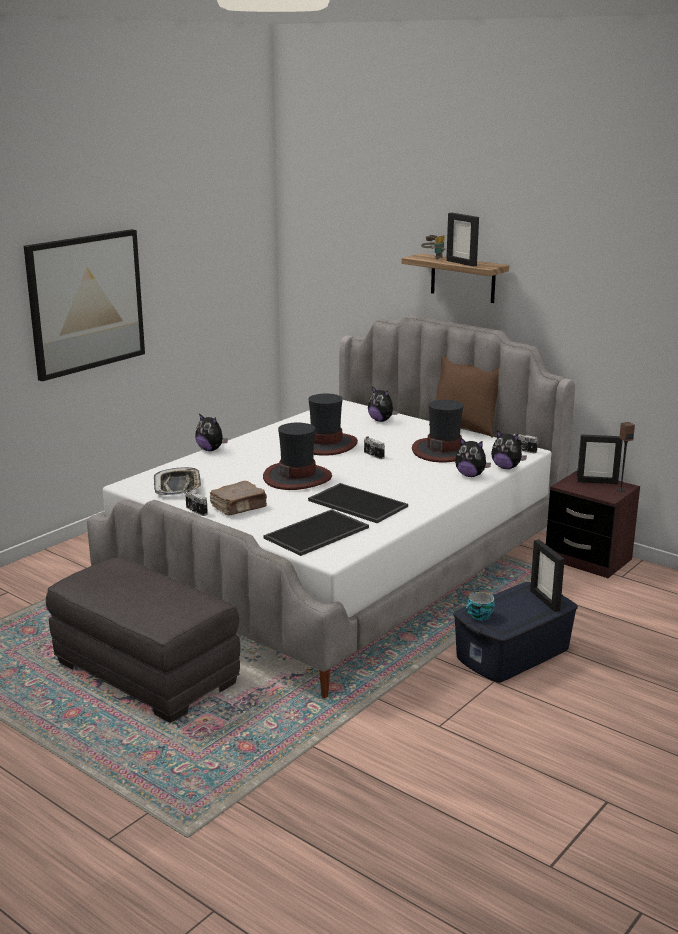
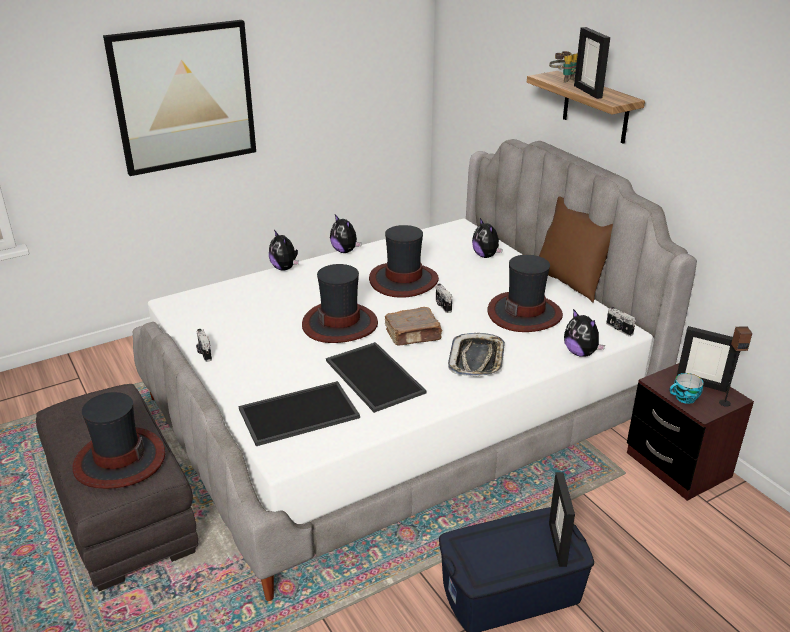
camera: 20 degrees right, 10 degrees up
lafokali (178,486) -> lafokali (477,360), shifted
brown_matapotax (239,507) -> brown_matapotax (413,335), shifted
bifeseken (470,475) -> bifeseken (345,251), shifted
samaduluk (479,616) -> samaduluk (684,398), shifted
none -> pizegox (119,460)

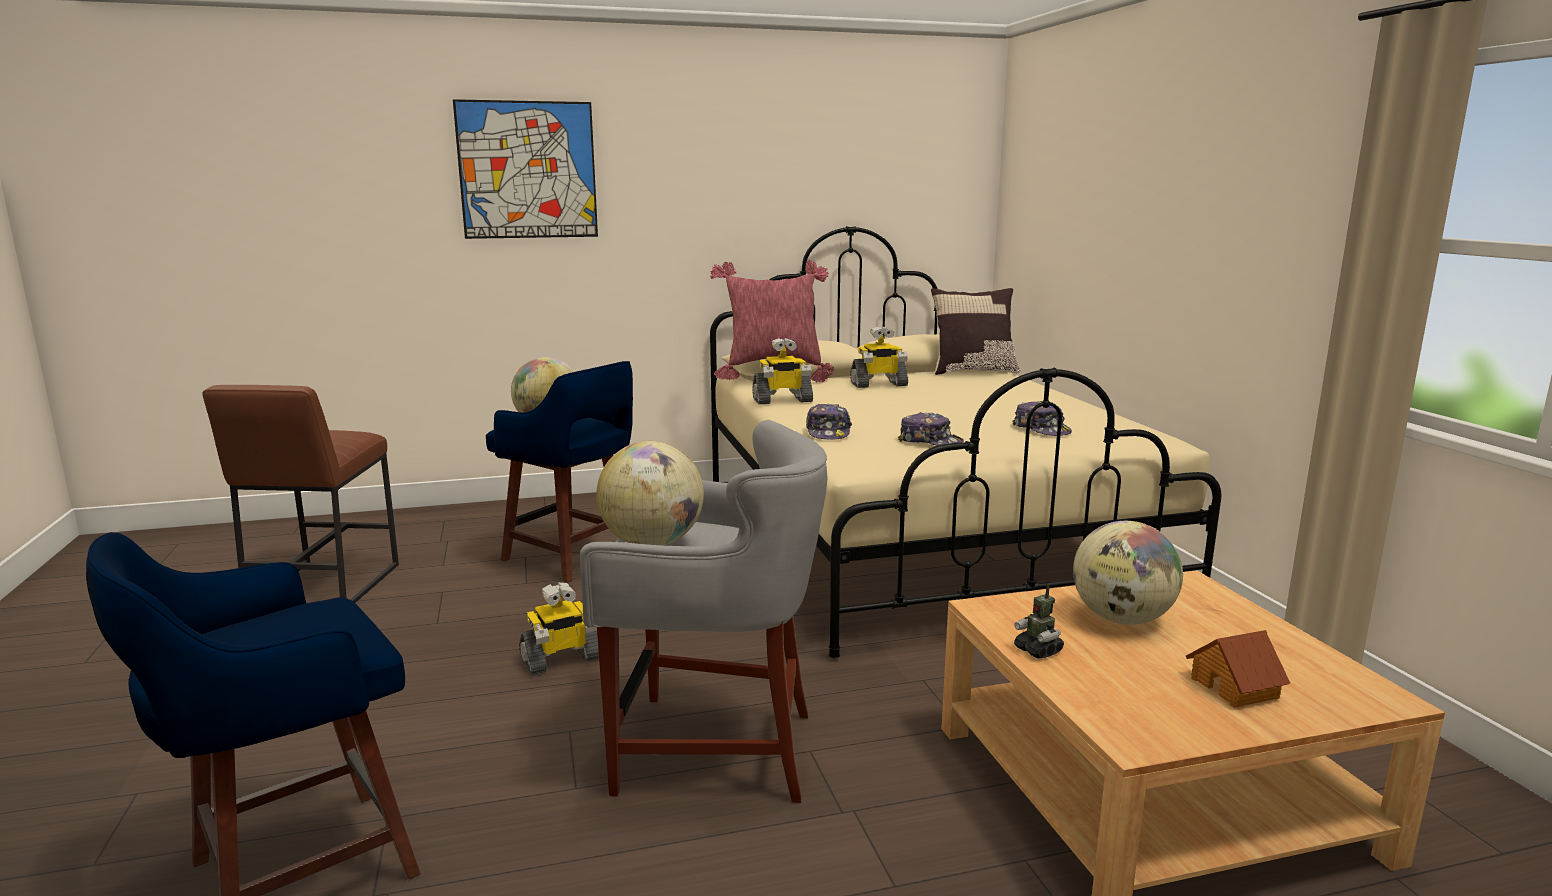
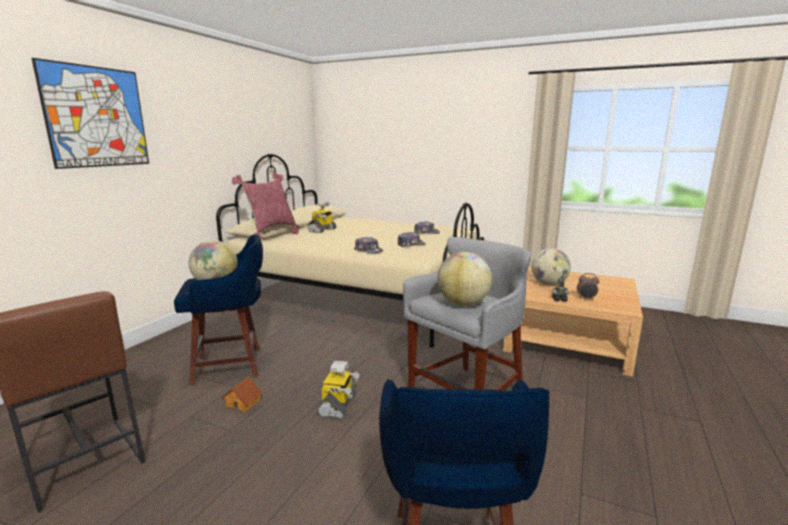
camera: 50 degrees left, 0 degrees up
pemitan (782,400) -> none
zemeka (973,371) -> none
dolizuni (1235,687) -> dolizuni (243,402), shifted
none -> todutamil (586,299)

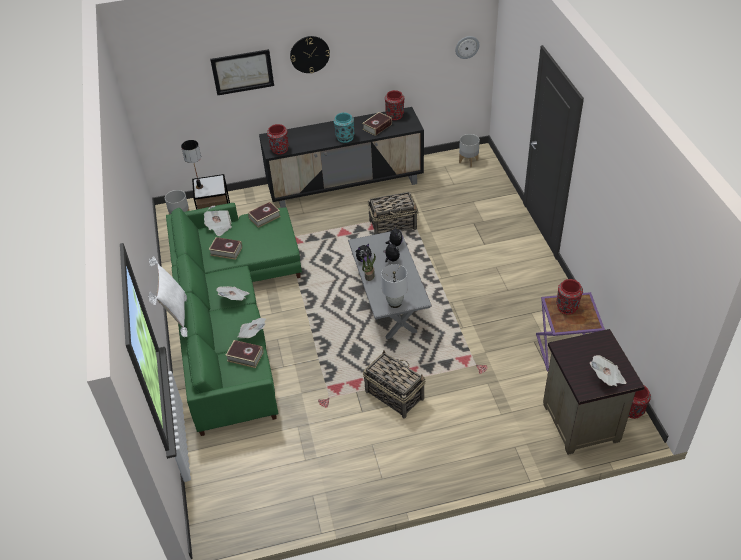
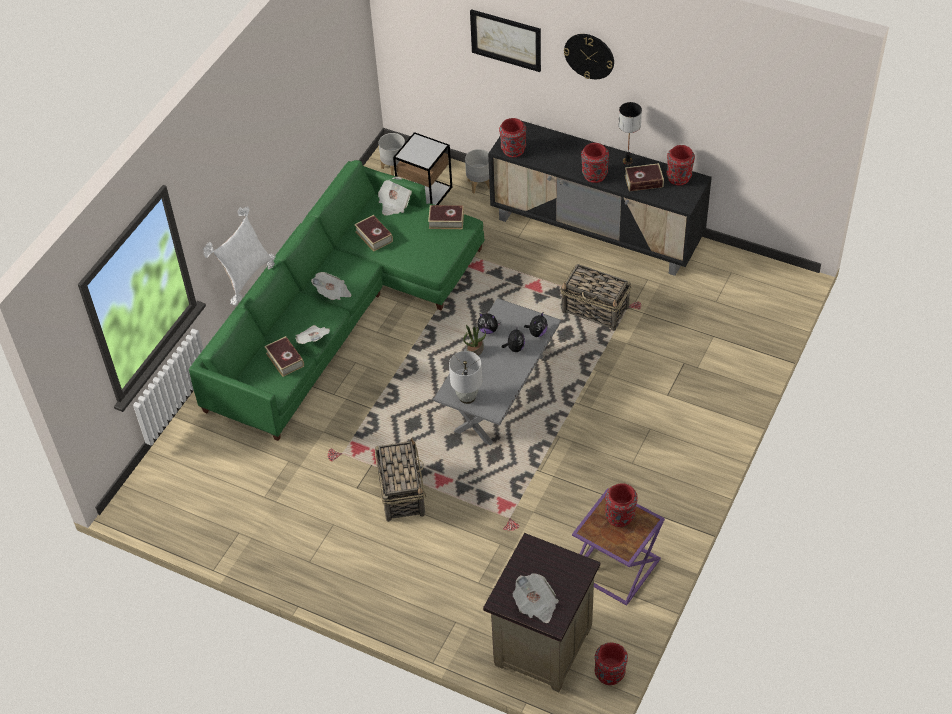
camera: 40 degrees right, 5 degrees up
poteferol (199,187) -> poteferol (627,161), shifted
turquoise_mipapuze (345,138) -> red_mipapuze (594,175)
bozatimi (467,47) -> none
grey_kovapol (468,161) -> grey_kovapol (479,185), shifted

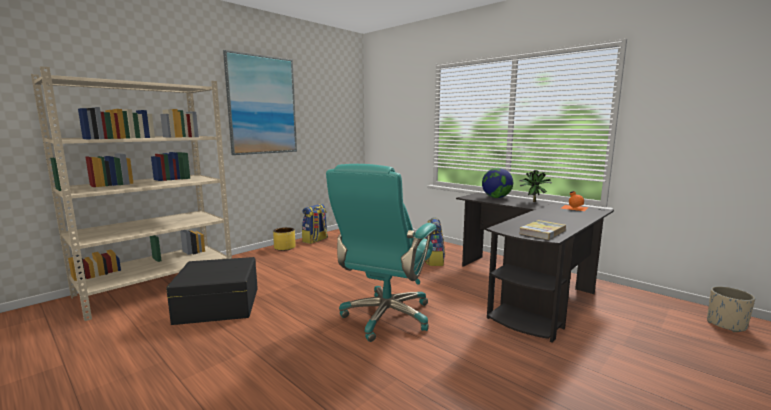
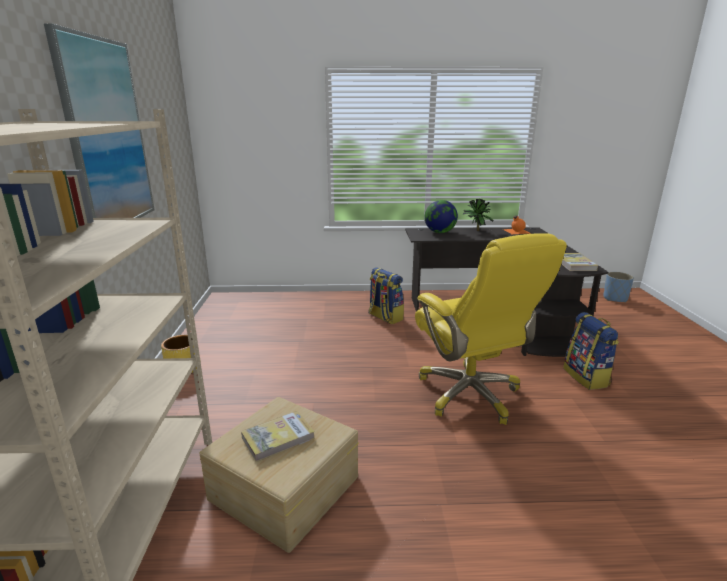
camera: 45 degrees left, 10 degrees up
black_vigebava (217,304) -> beige_vigebava (283,488)
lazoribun (315,240) -> lazoribun (587,377), shifted
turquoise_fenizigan (384,318) -> yellow_fenizigan (469,397)
beige_kovapol (726,324) -> blue_kovapol (615,299)
none -> matapotax (278,438)

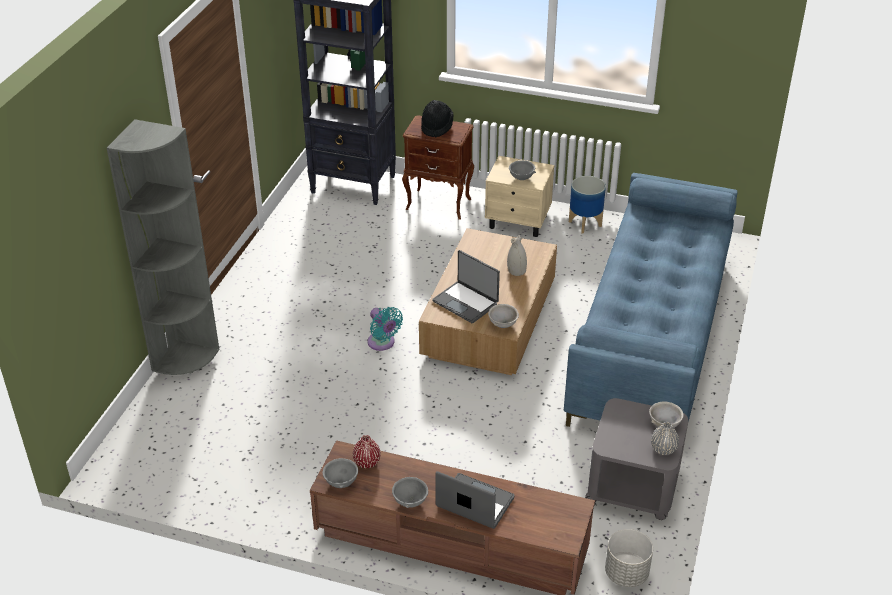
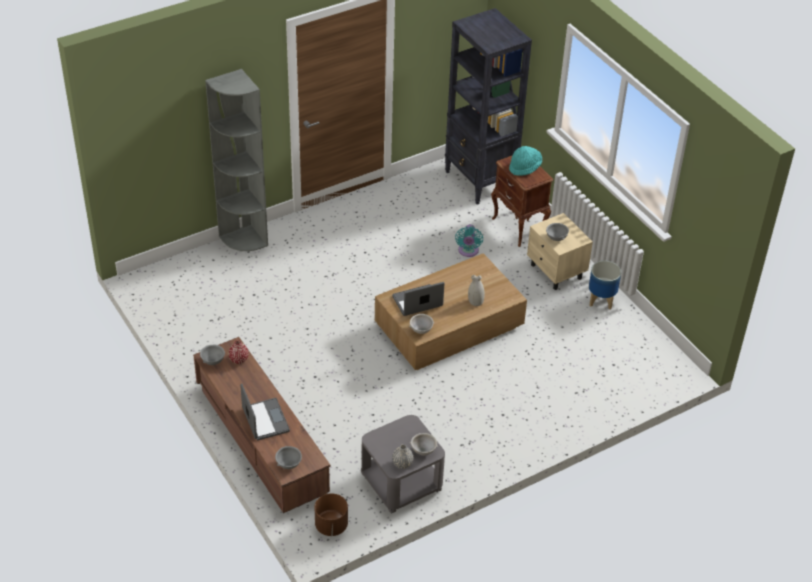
camera: 40 degrees right, 5 degrees up
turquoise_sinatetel (382,343) -> turquoise_sinatetel (468,251), shifted
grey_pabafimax (411,501) -> grey_pabafimax (289,464), shifted
black_pizegox (436,127) -> turquoise_pizegox (525,167)
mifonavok (466,302) -> mifonavok (417,302), 75 degrees clockwise
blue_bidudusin (650,338) -> none
grey_kovapol (627,573) -> brown_kovapol (331,526)

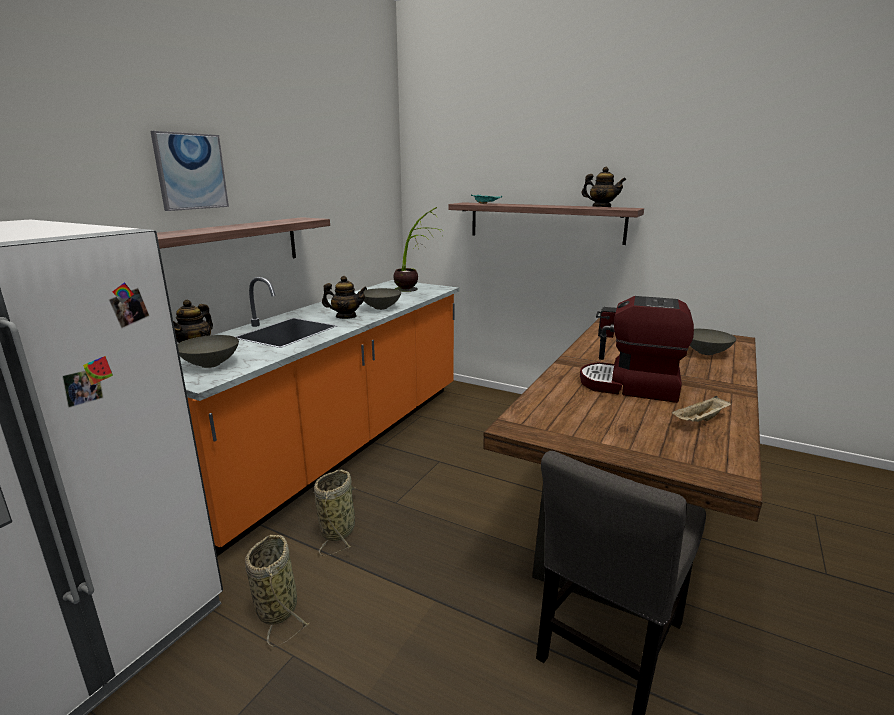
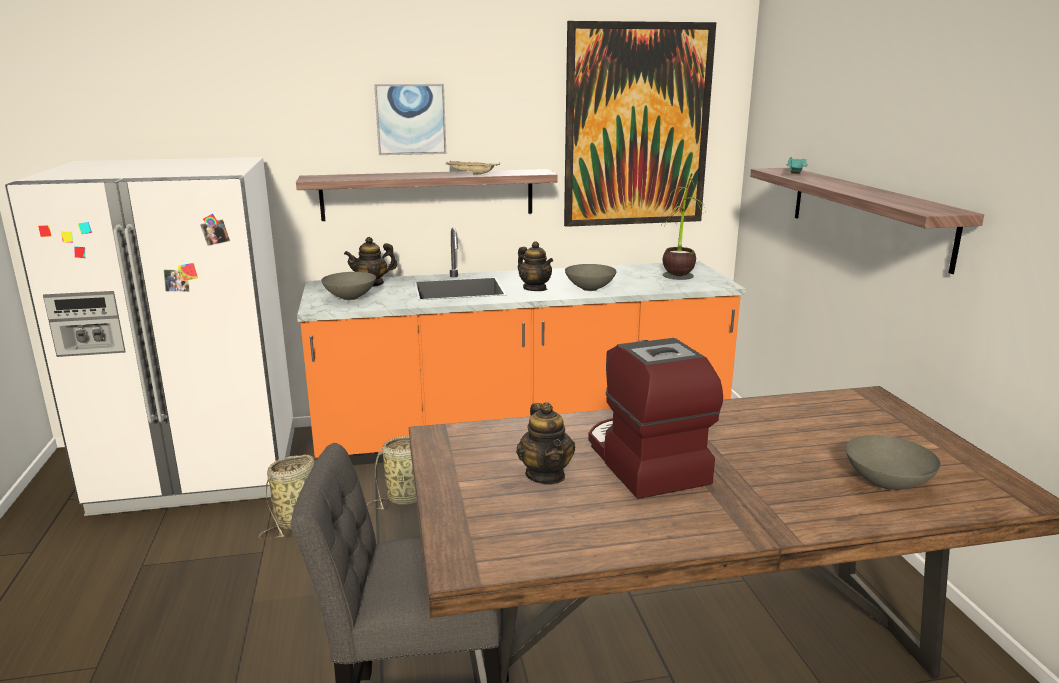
camera: 50 degrees right, 0 degrees up
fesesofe (601,207) -> fesesofe (546,475), shifted
beige_lafokali (700,421) -> beige_lafokali (471,174), shifted
none -> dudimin (637,126)

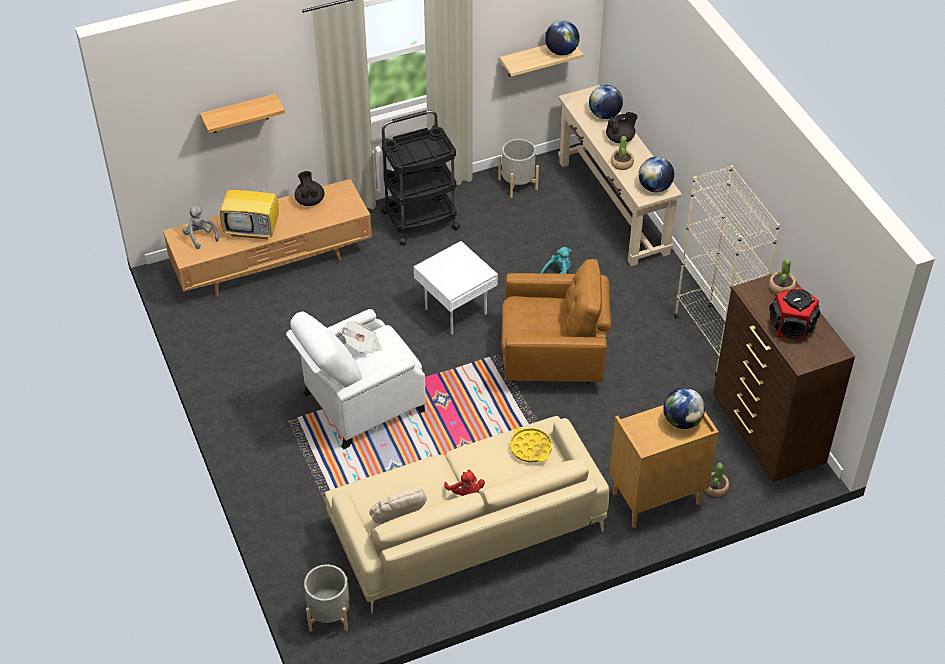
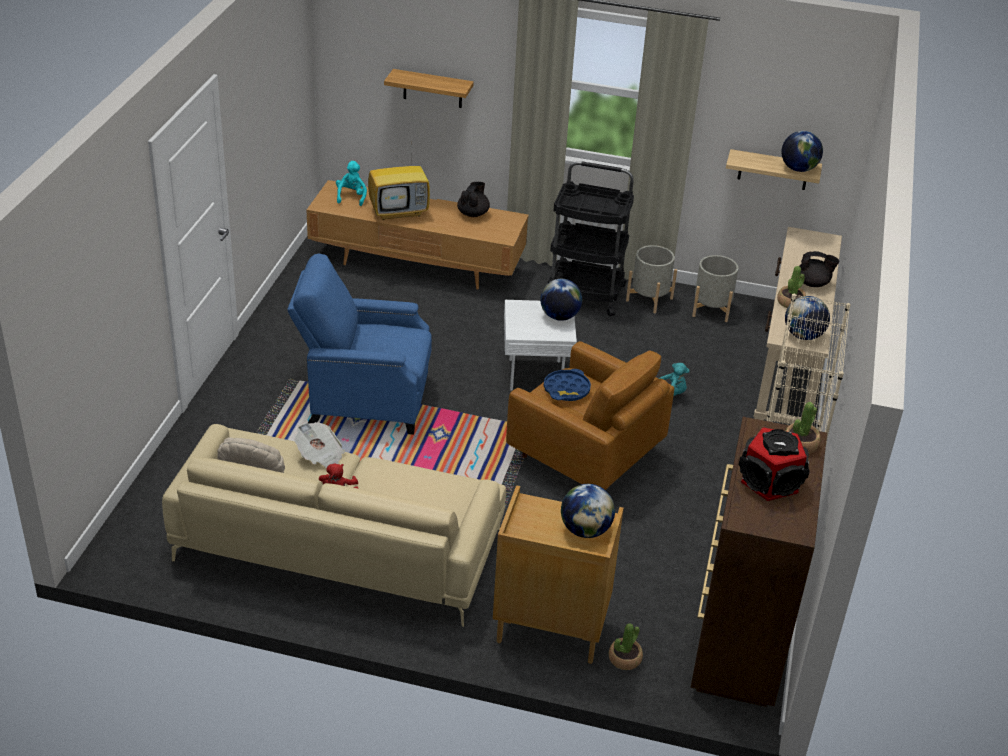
camera: 35 degrees right, 10 degrees down
grey_bifeseken (200,236) -> turquoise_bifeseken (351,197)
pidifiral (253,230) -> pidifiral (399,212), 60 degrees counterclockwise
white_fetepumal (359,404) -> blue_fetepumal (364,398)
grey_kovapol (329,614) -> grey_kovapol (649,299), shifted
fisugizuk (362,345) -> fisugizuk (320,456), shifted
yellow_lafokali (530,448) -> none
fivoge (604,115) -> fivoge (559,316), shifted
none -> blue_lafokali (566,389)

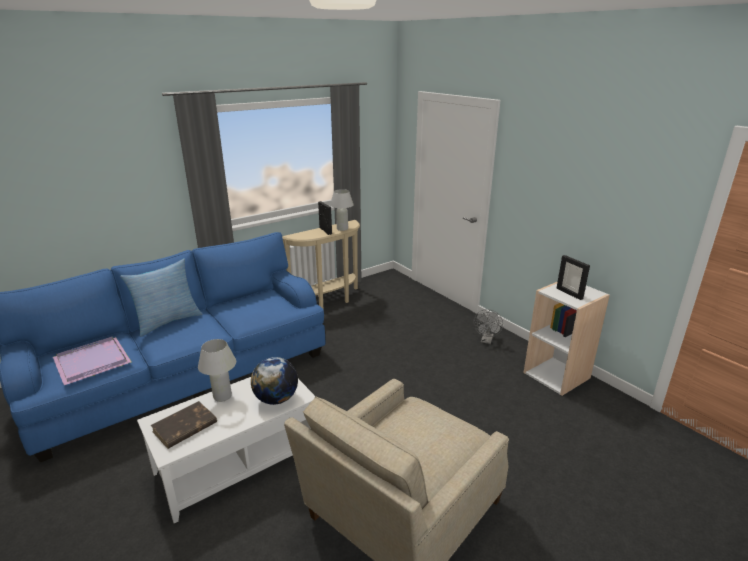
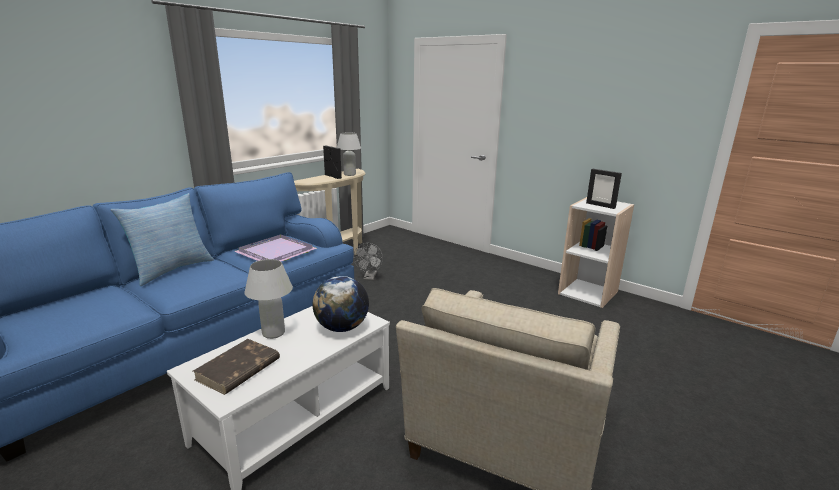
camera: 15 degrees left, 5 degrees down
purple_lafokali (94,362) -> purple_lafokali (278,252), shifted
grey_sinatetel (486,341) -> grey_sinatetel (369,277), shifted

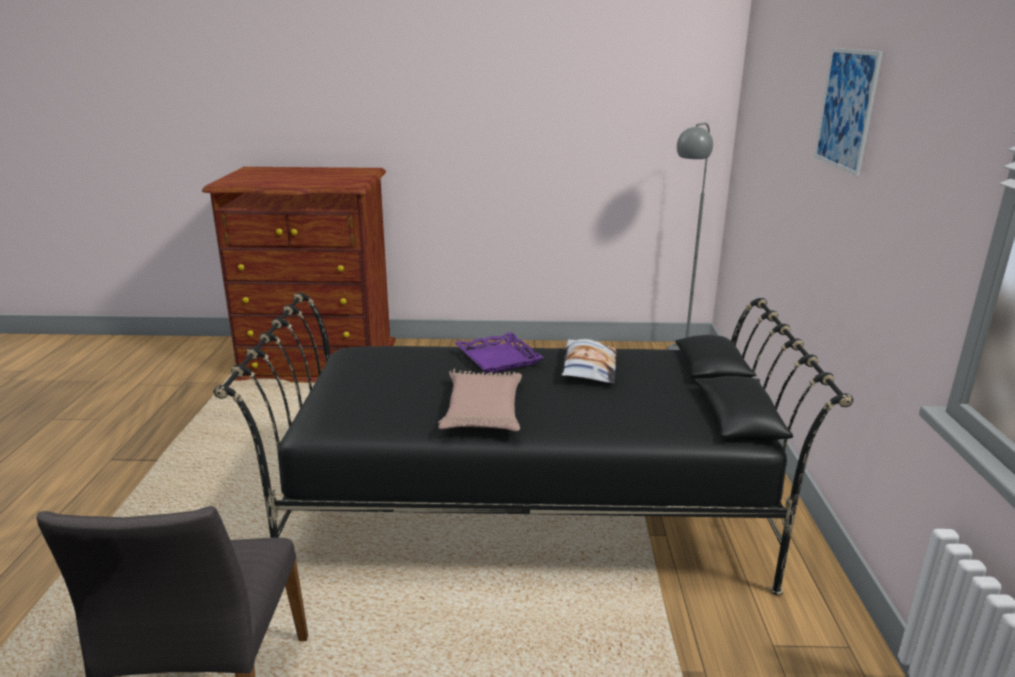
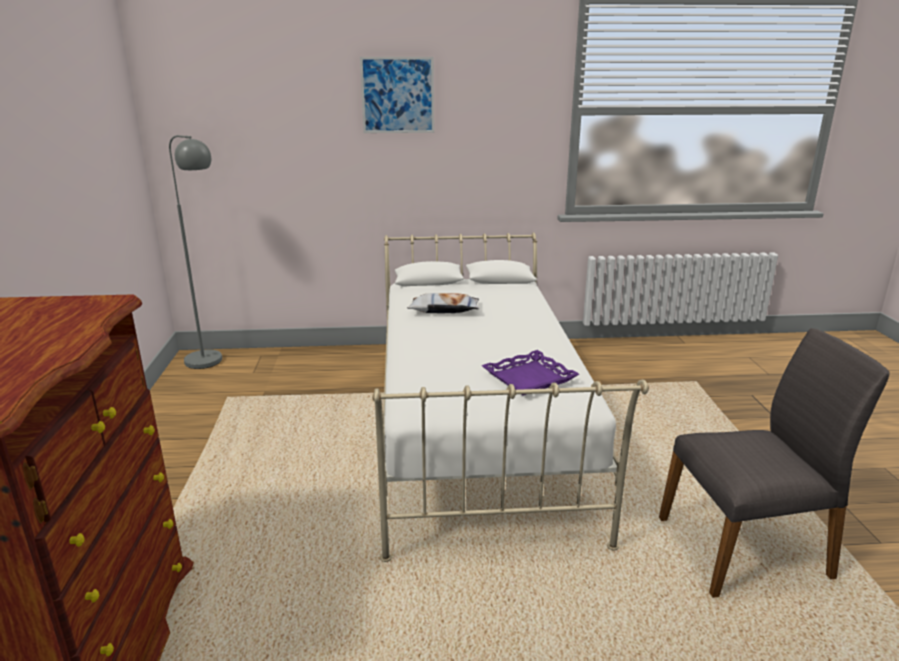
camera: 95 degrees left, 0 degrees up
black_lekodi (526,512) -> white_lekodi (475,434)
beige_zemeka (482,409) -> none
purple_lafokali (497,358) -> purple_lafokali (529,378), shifted

